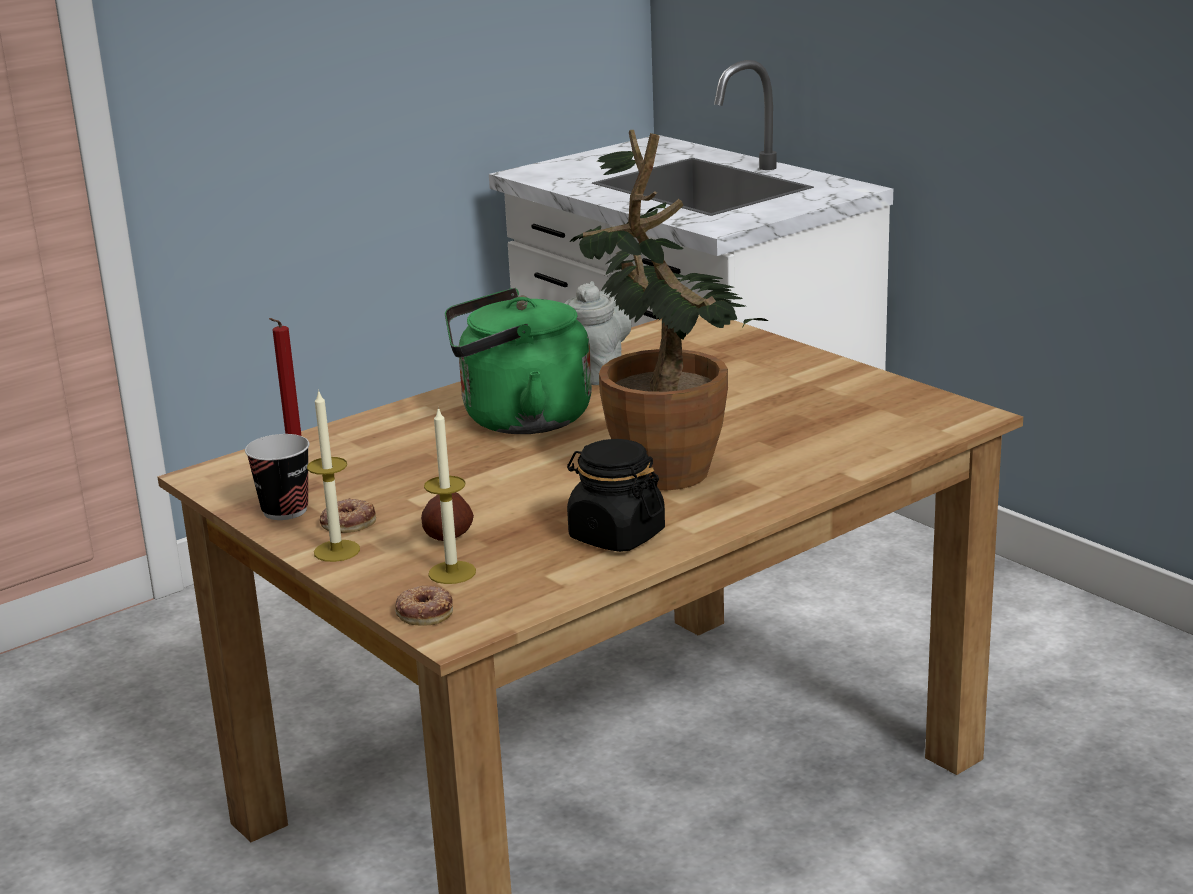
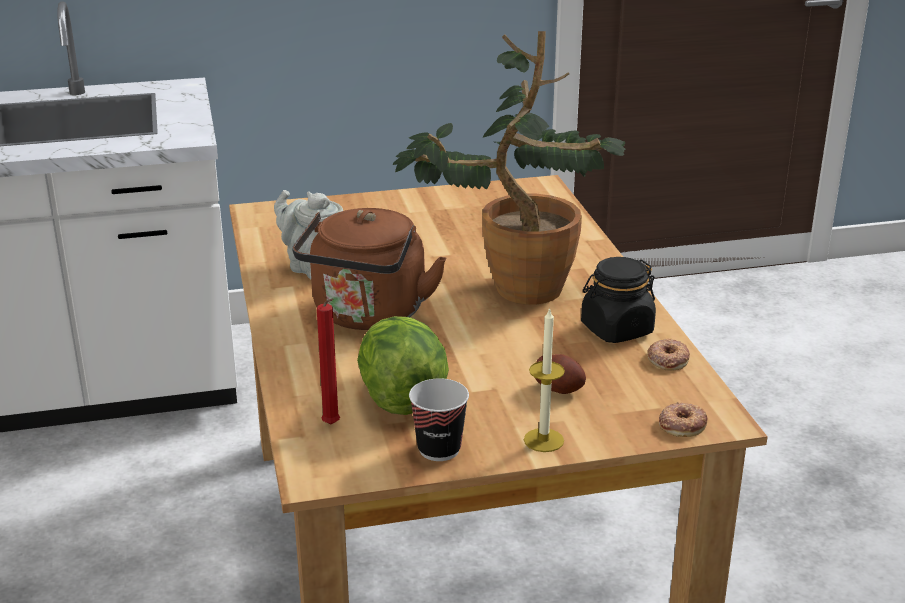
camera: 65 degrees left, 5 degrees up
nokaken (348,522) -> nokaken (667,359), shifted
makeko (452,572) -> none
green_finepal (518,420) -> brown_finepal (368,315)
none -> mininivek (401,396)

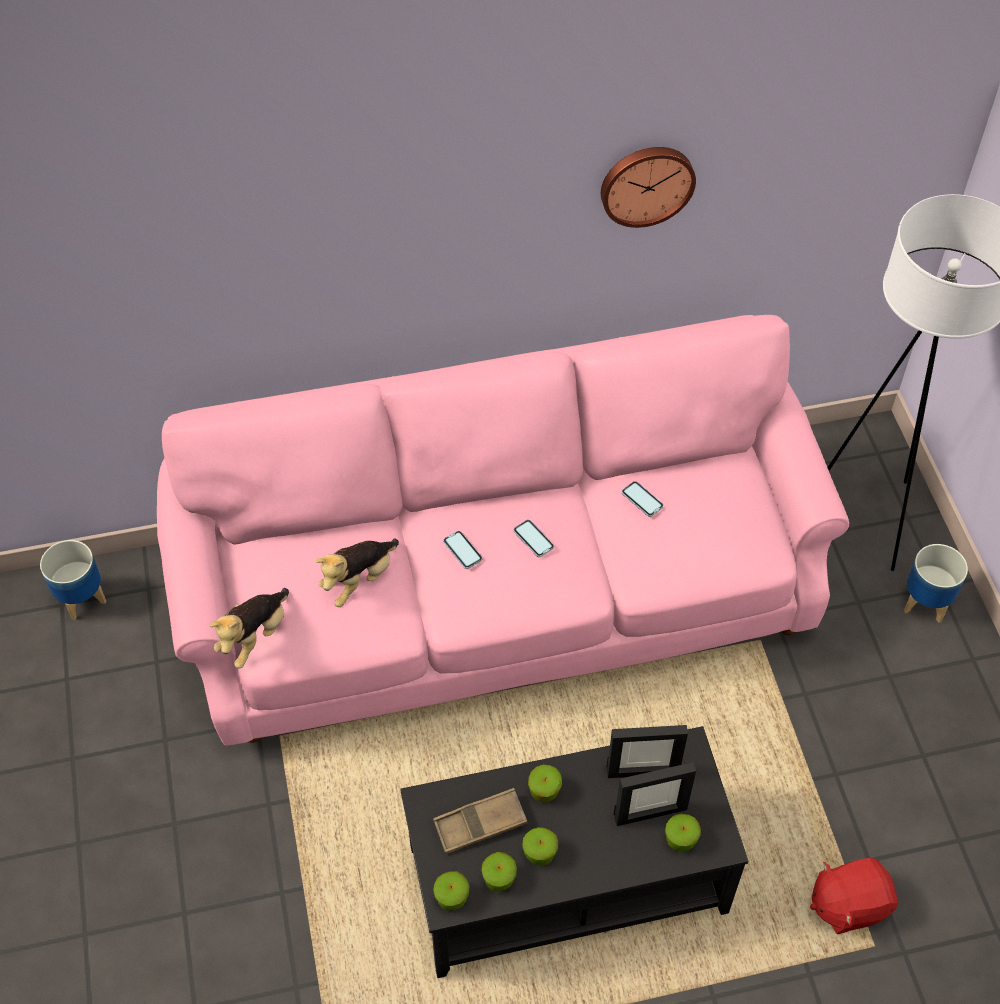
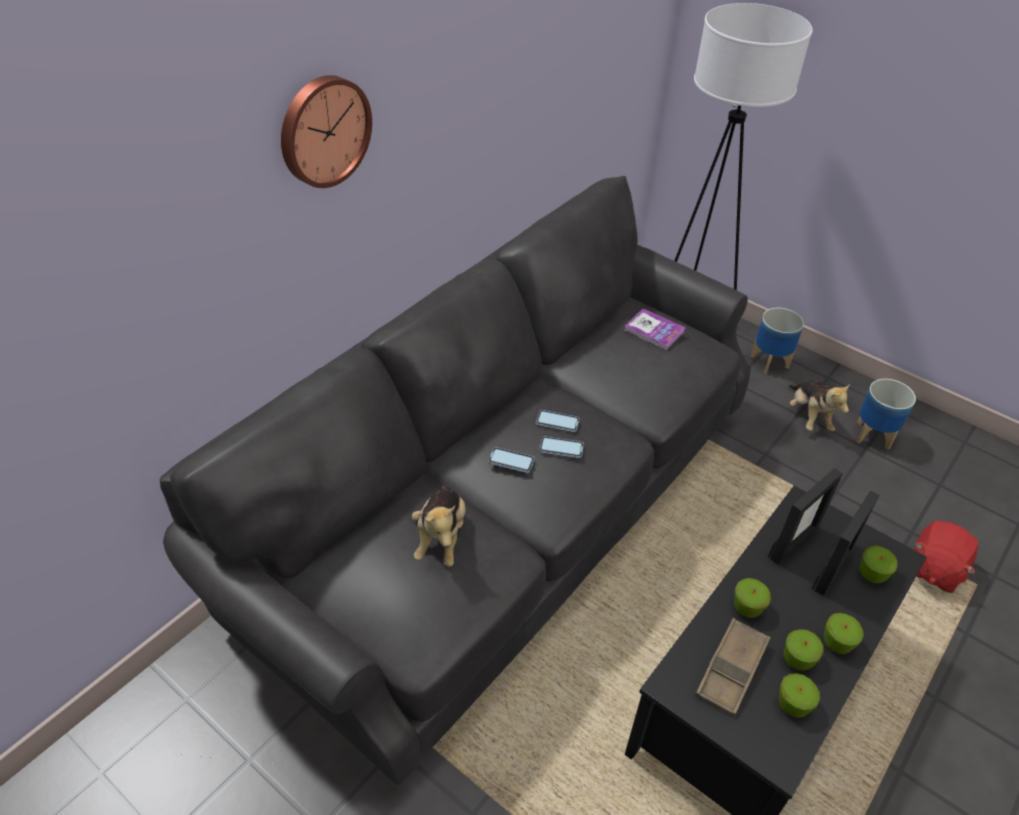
camera: 40 degrees left, 10 degrees down
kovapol (81,598) -> kovapol (872,435), shifted
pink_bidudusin (499,593) -> black_bidudusin (504,512)
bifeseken (255,637) -> bifeseken (809,416), shifted
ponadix (451,897) -> ponadix (837,642), shifted
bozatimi (646,184) -> bozatimi (323,130), shifted
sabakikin (642,500) -> sabakikin (561,448), shifted
none -> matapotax (654,330)

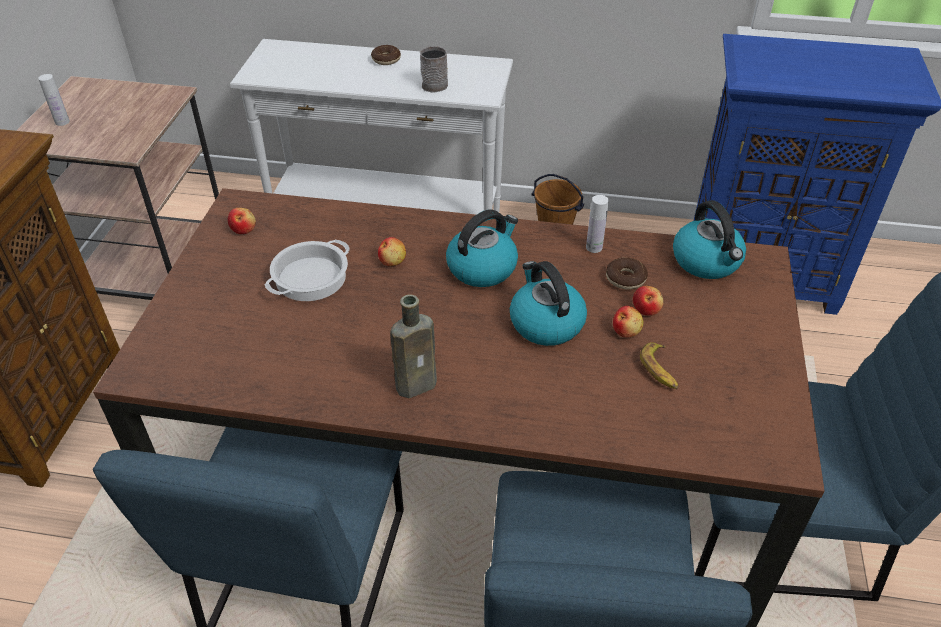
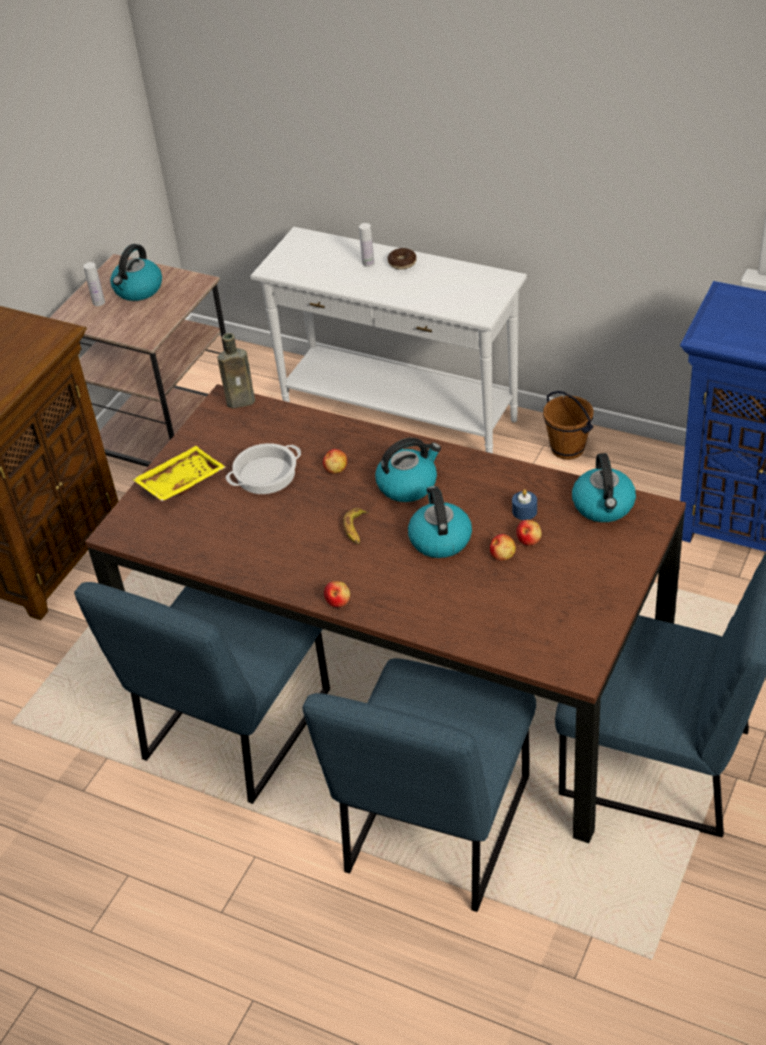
camera: 20 degrees right, 0 degrees up
ponadix (243,229) -> ponadix (338,601), shifted
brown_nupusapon (419,384) -> brown_nupusapon (243,401), shifted
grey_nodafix (435,83) -> none
white_nupusapon (594,247) -> white_nupusapon (368,263), shifted
nokaken (625,279) -> blue_makeko (524,511)
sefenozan (660,370) -> sefenozan (356,530), shifted
none -> finepal (138,290)
none -> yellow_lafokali (180,481)

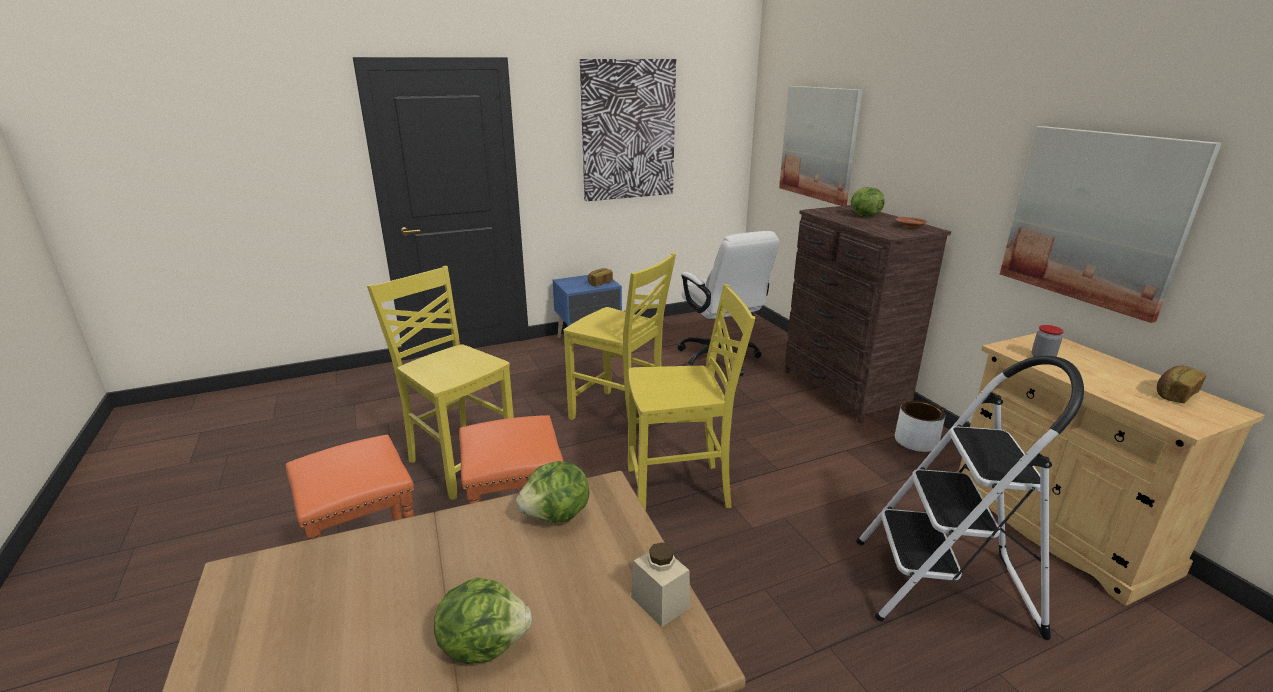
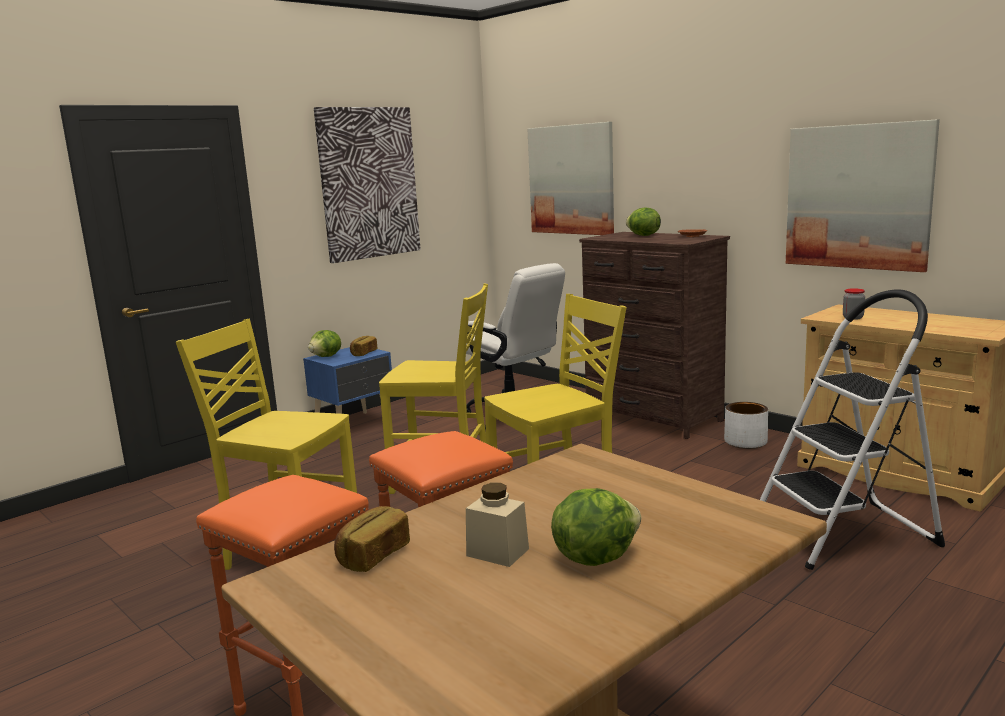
camera: 20 degrees left, 10 degrees down
mininivek (557,516) -> mininivek (326,356), shifted
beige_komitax (660,602) -> beige_komitax (497,552), shifted
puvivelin (1174,394) -> puvivelin (373,556), shifted

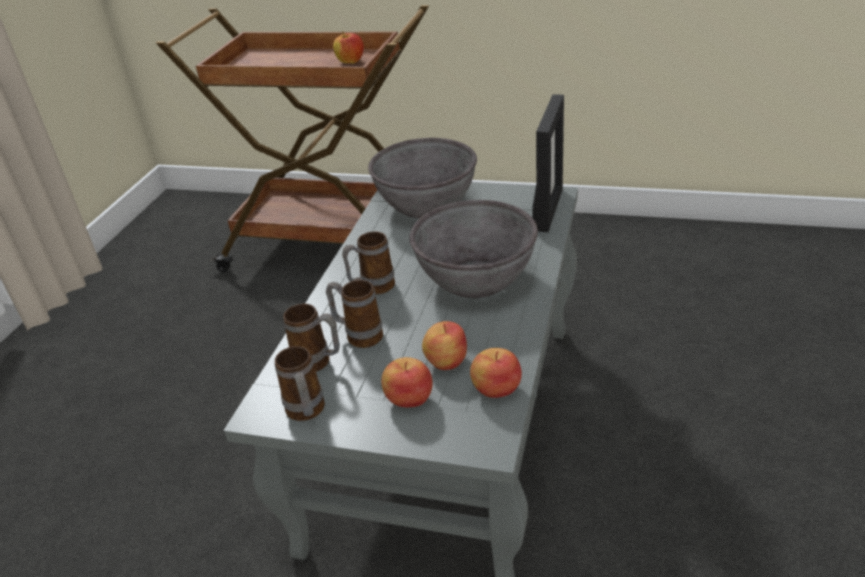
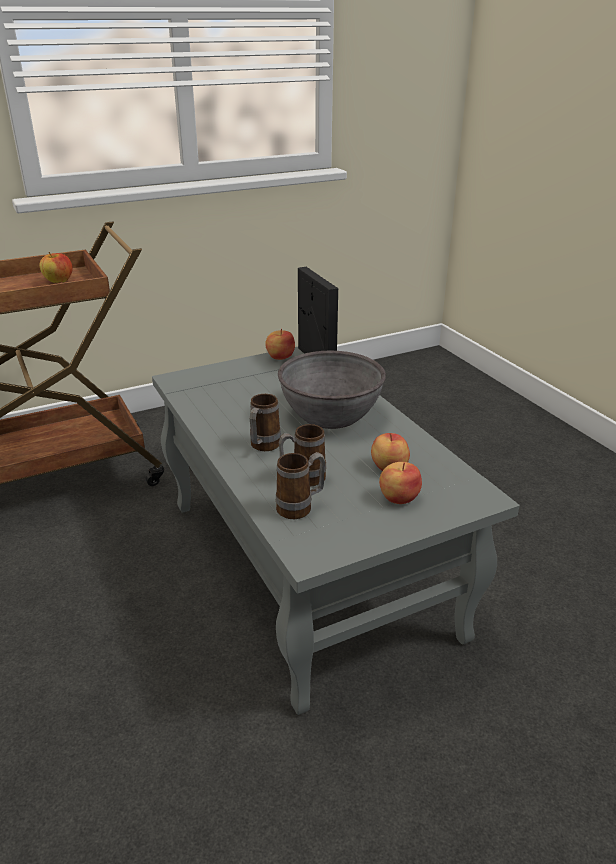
camera: 45 degrees left, 5 degrees down
nodafix (306,413) -> none
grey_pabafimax (427,204) -> none
ponadix (496,388) -> ponadix (280,356), shifted

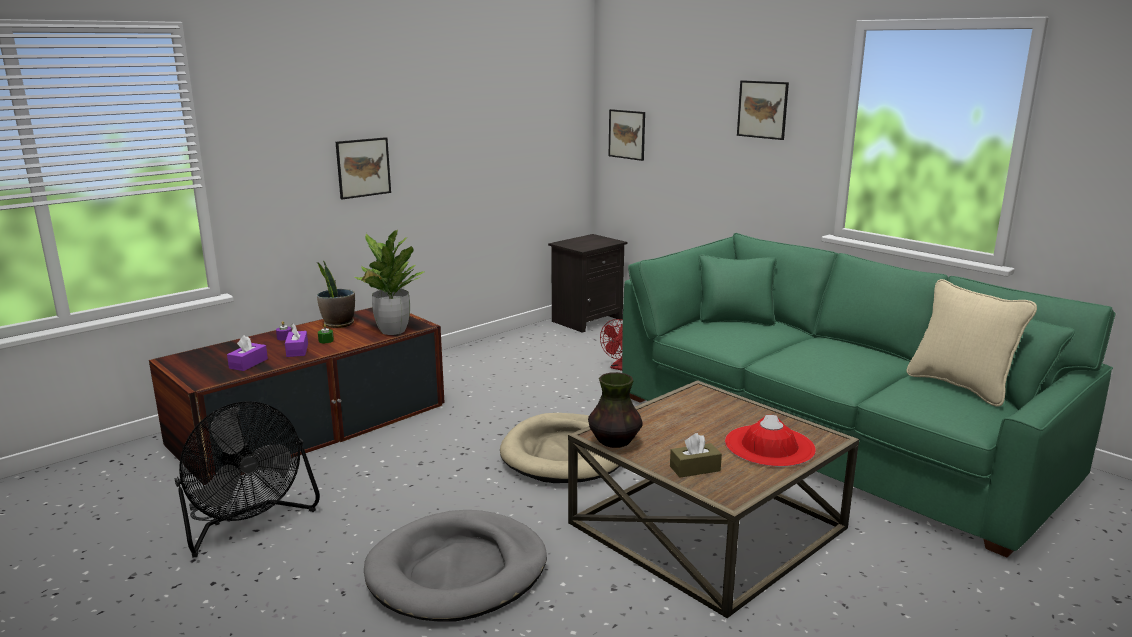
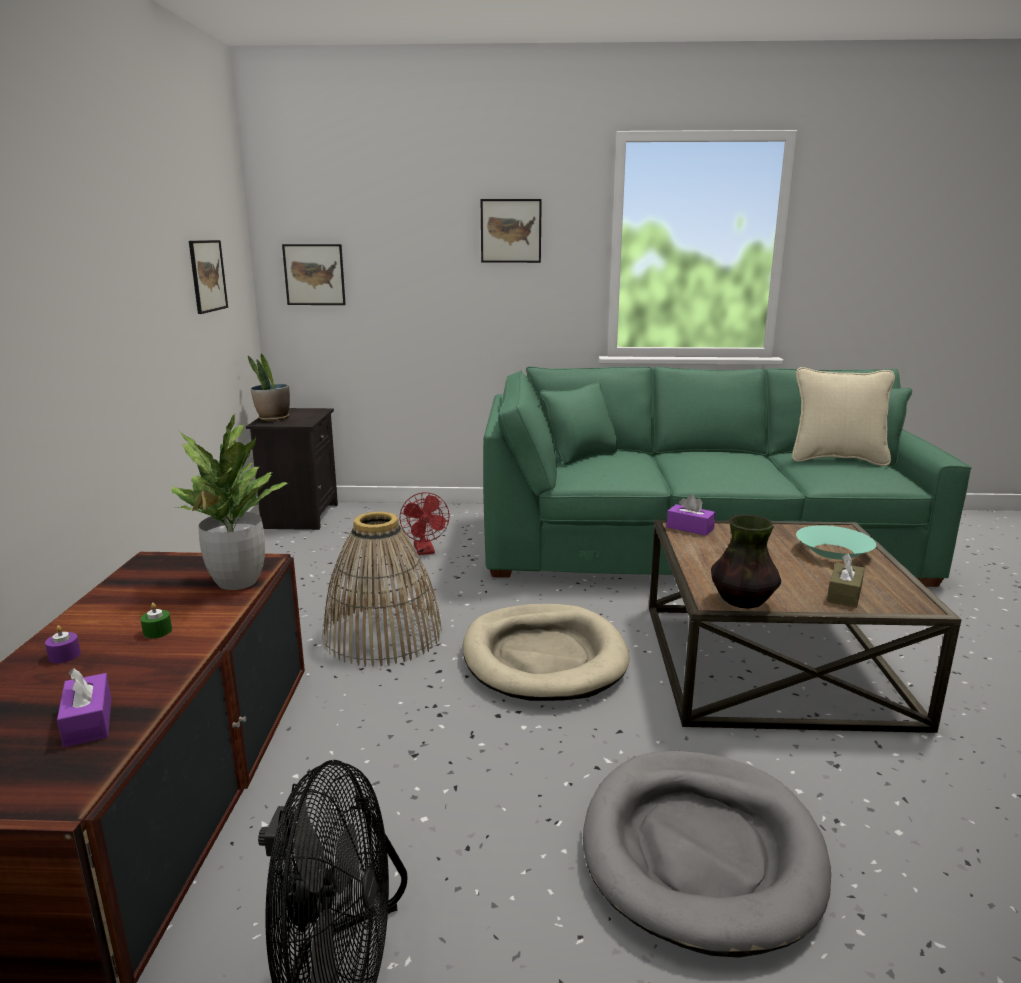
camera: 45 degrees left, 0 degrees up
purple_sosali (297,350) -> purple_sosali (690,528), shifted
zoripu (338,324) -> zoripu (273,419), shifted
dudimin (363,167) -> dudimin (207,276), shifted
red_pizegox (769,446) -> turquoise_pabafimax (833,551)
none -> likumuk (382,635)

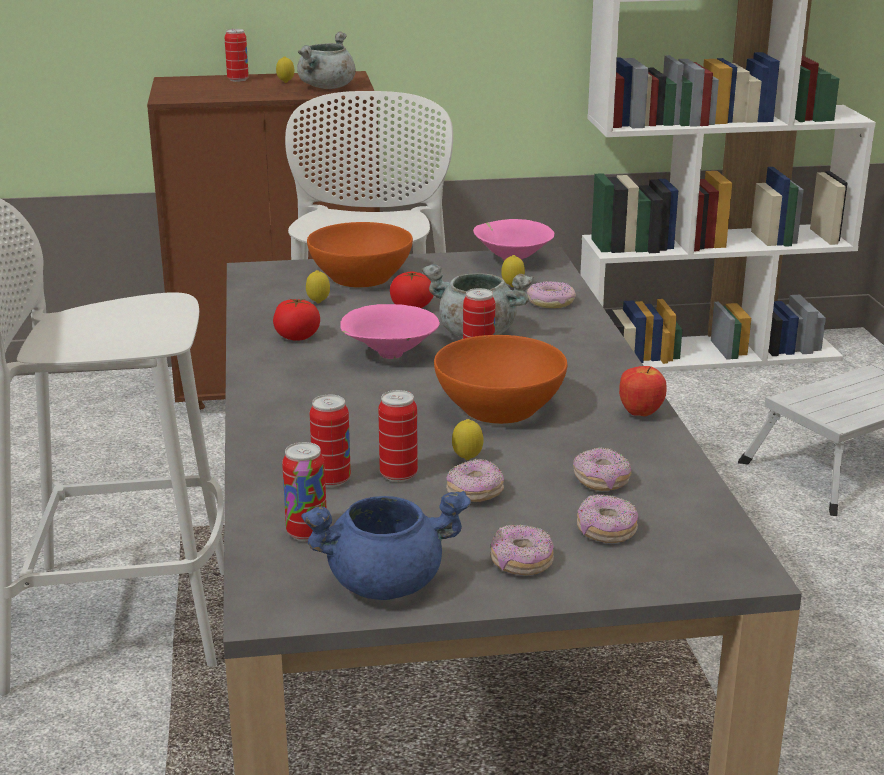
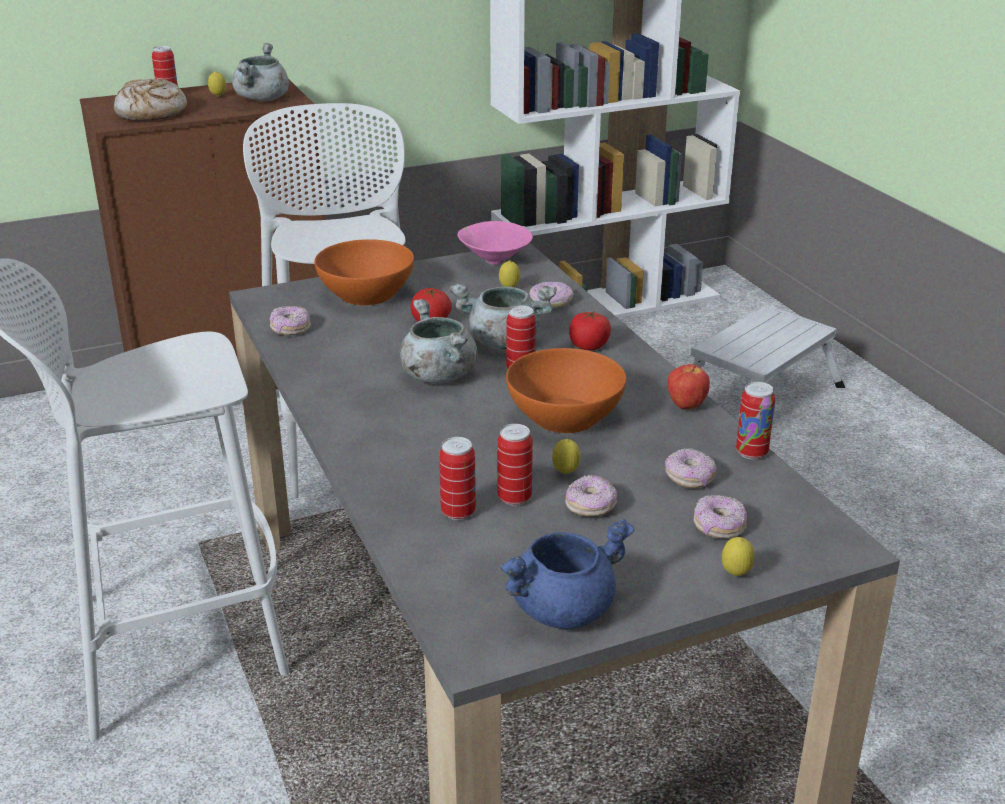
camera: 15 degrees left, 5 degrees up
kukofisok (297,337) -> kukofisok (588,346), shifted
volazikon (306,533) -> volazikon (751,453), shifted
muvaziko (318,303) -> muvaziko (735,575), shifted
pink_pabafimax (388,355) -> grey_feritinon (437,374)
nokaken (521,563) -> nokaken (290,329), shifted
none -> puvivelin (152,113)

